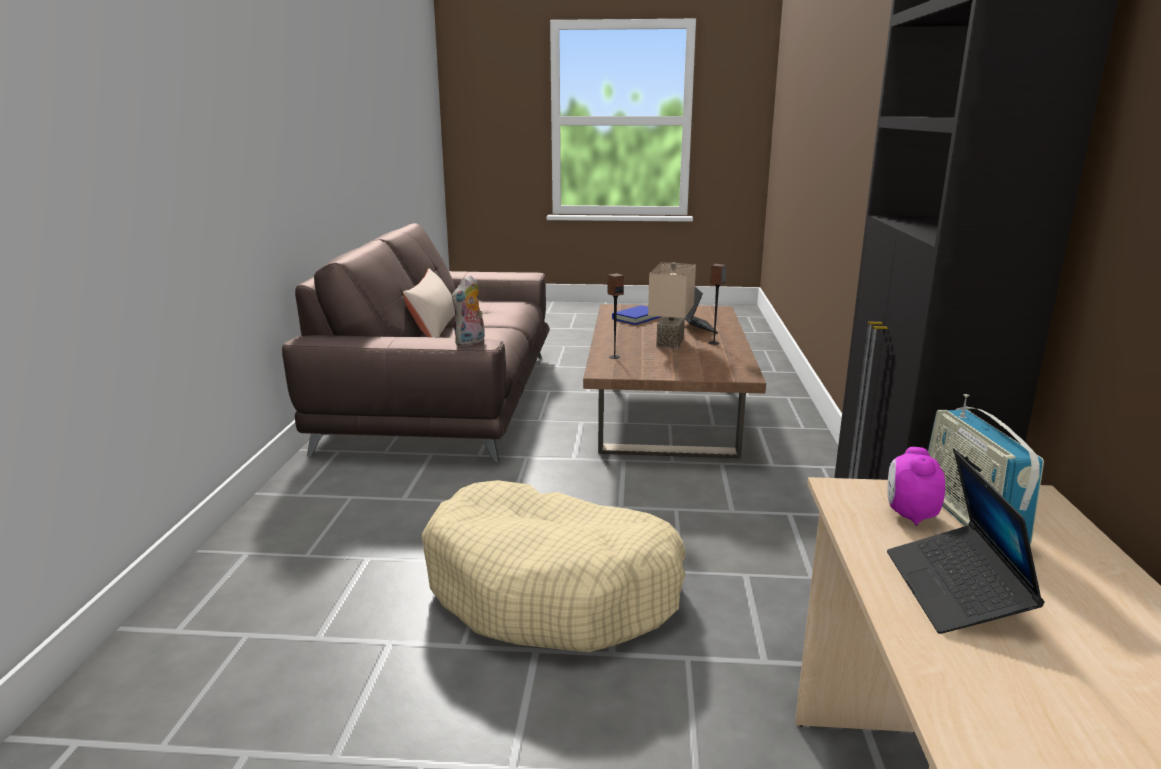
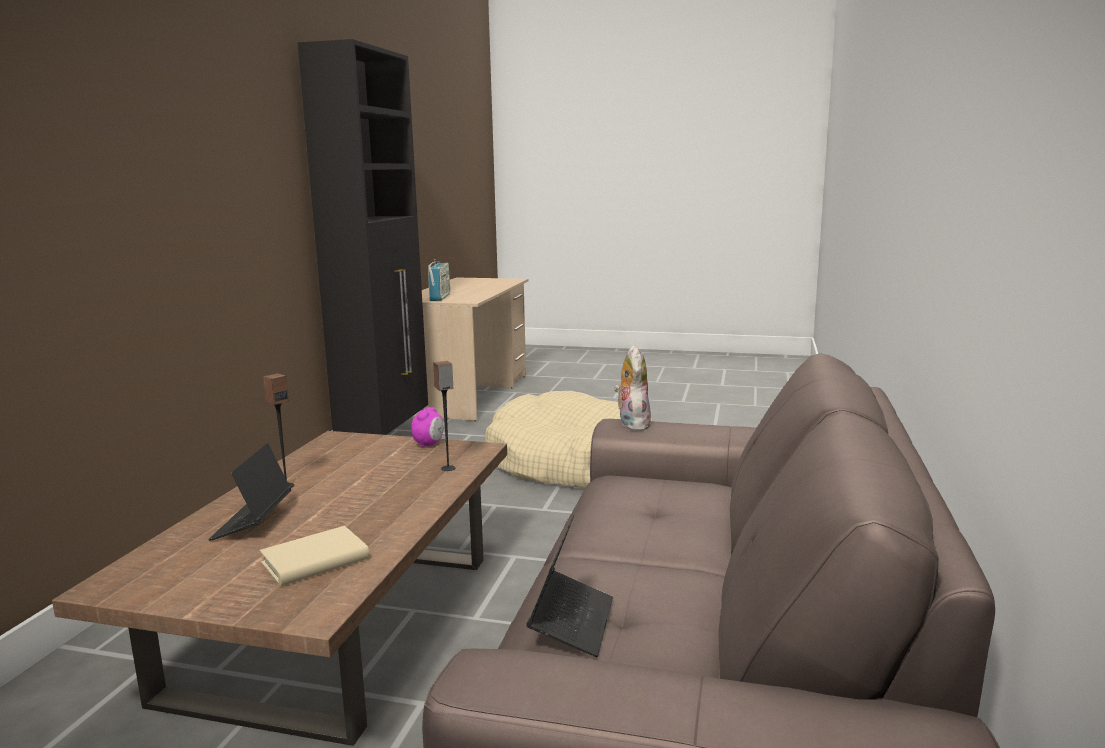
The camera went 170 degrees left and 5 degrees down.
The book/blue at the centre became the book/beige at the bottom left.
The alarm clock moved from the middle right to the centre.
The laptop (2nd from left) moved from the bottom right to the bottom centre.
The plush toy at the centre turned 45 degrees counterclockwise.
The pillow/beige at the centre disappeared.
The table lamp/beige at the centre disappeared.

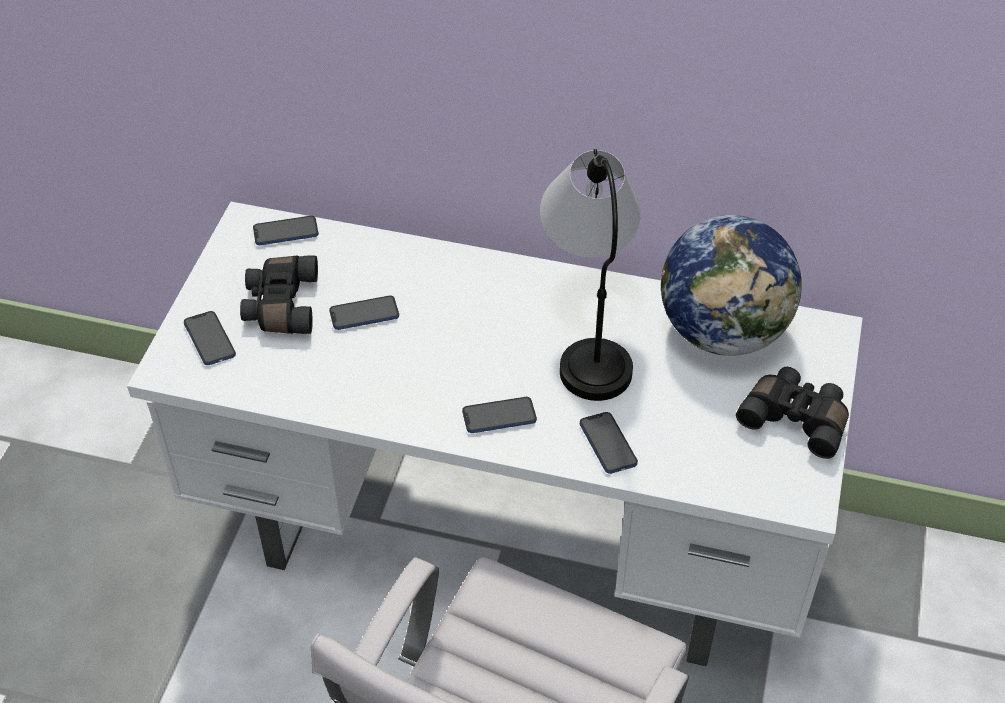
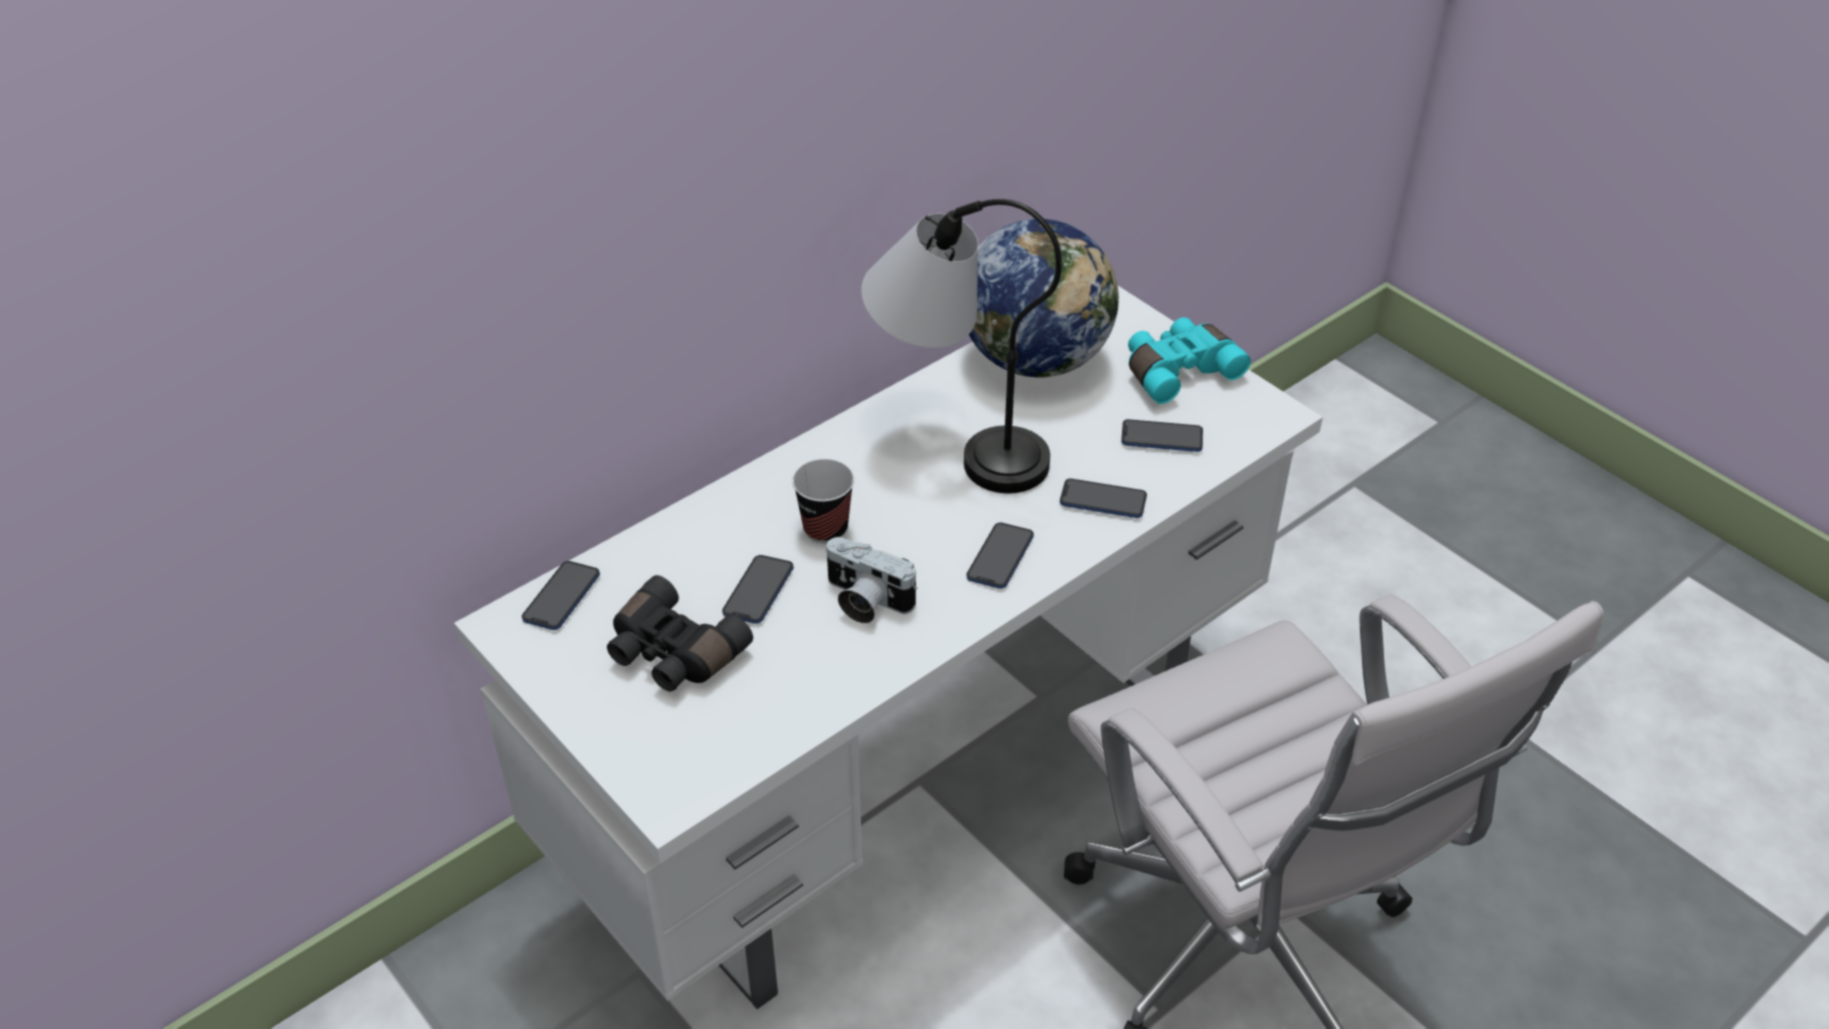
The camera went 55 degrees left and 5 degrees down.
The cup at the centre appeared.
The photo camera at the centre appeared.
The phone (1st from left in the first image) moved from the middle left to the centre.
The binoculars/black (2nd from left) at the middle right became the binoculars/turquoise at the centre.

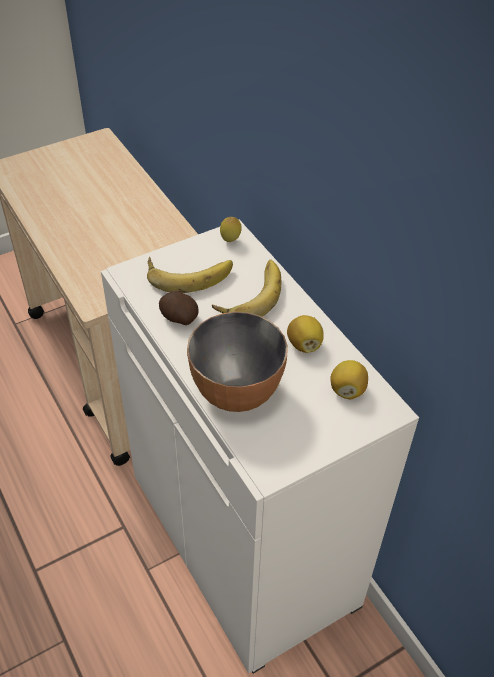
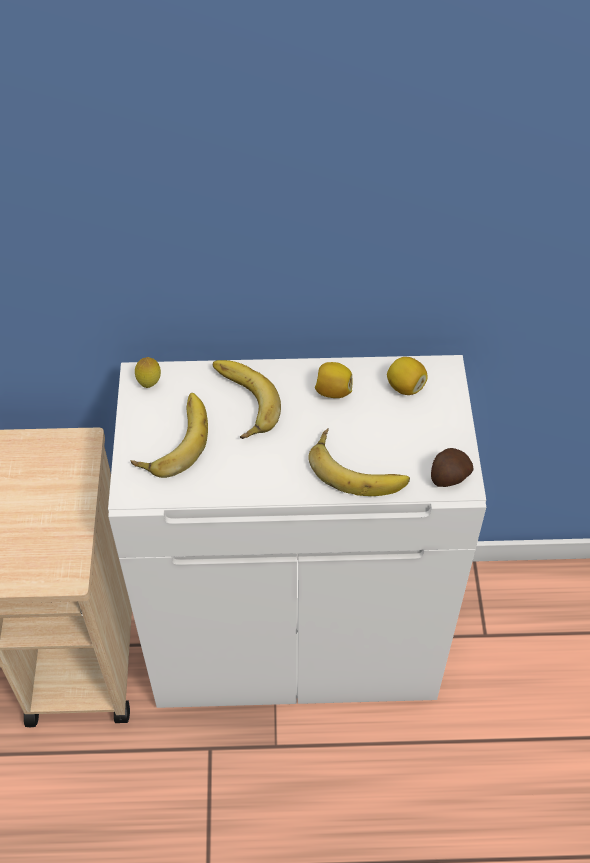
The camera went 60 degrees left and 5 degrees up.
The bowl at the centre was replaced by the banana (3rd from left) at the centre.
The potato moved from the centre to the middle right.

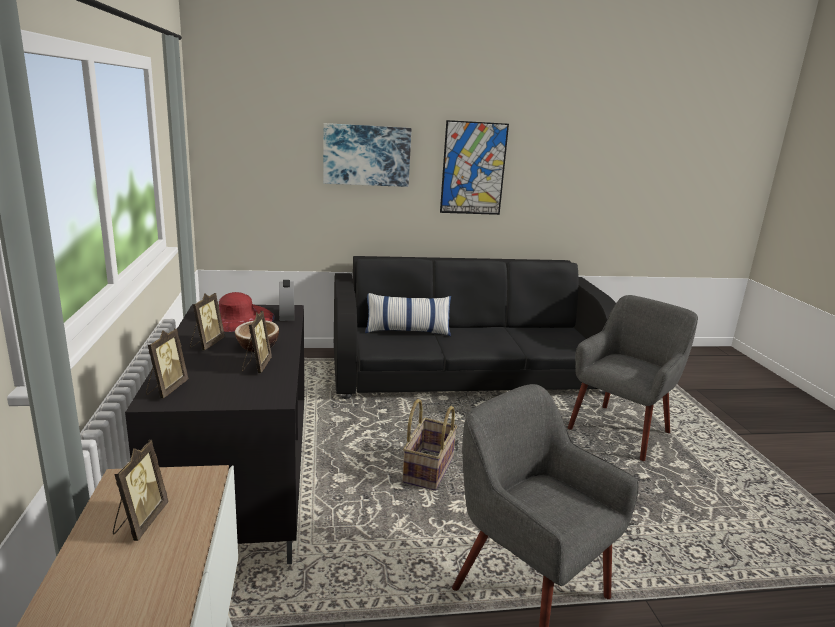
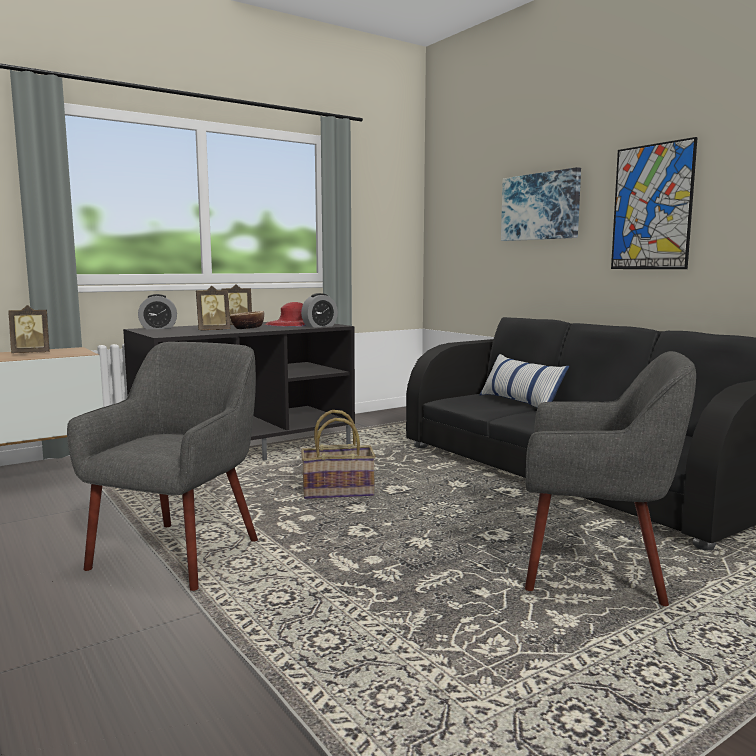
The camera went 65 degrees right and 10 degrees down.
The picture frame (2nd from left) at the middle left was replaced by the alarm clock (1st from left) at the middle left.

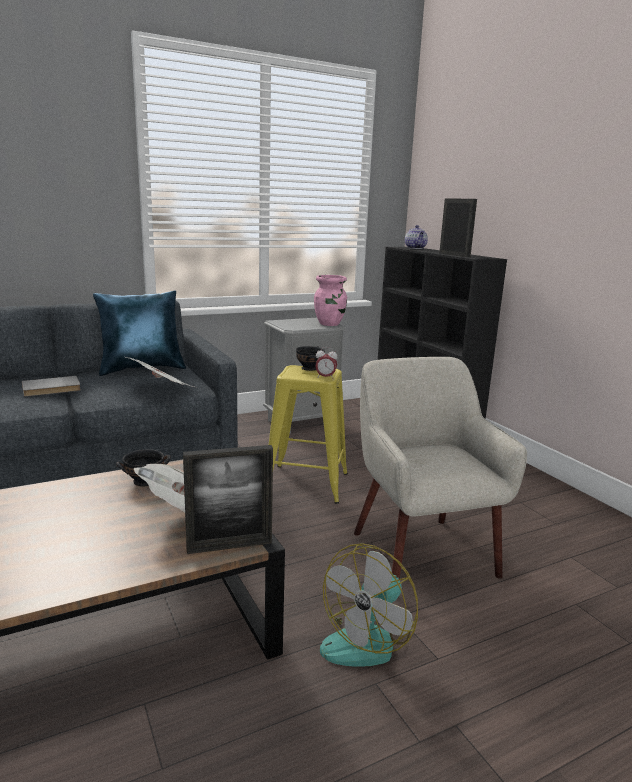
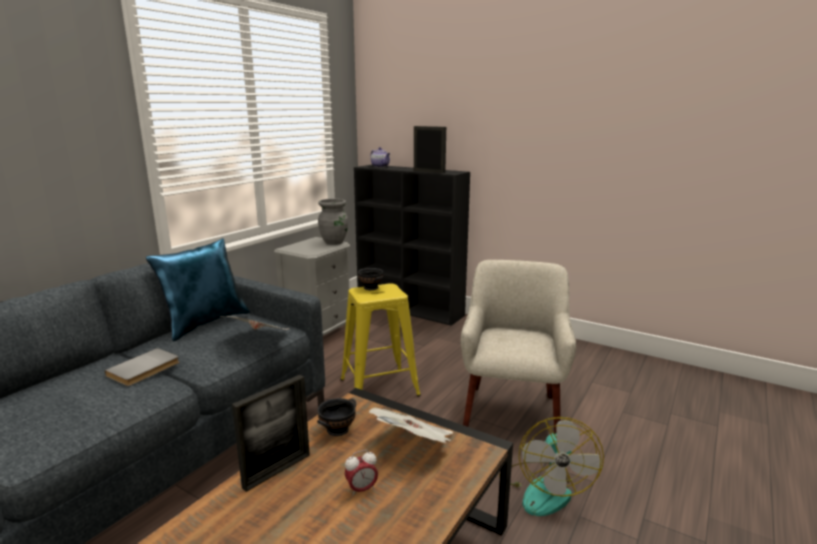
The camera went 30 degrees left and 0 degrees up.
The picture frame (1st from left) moved from the centre to the bottom left.
The vase/pink at the centre became the vase/grey at the centre.
The alarm clock moved from the centre to the bottom centre.
The armchair/beige at the middle right turned 60 degrees clockwise.

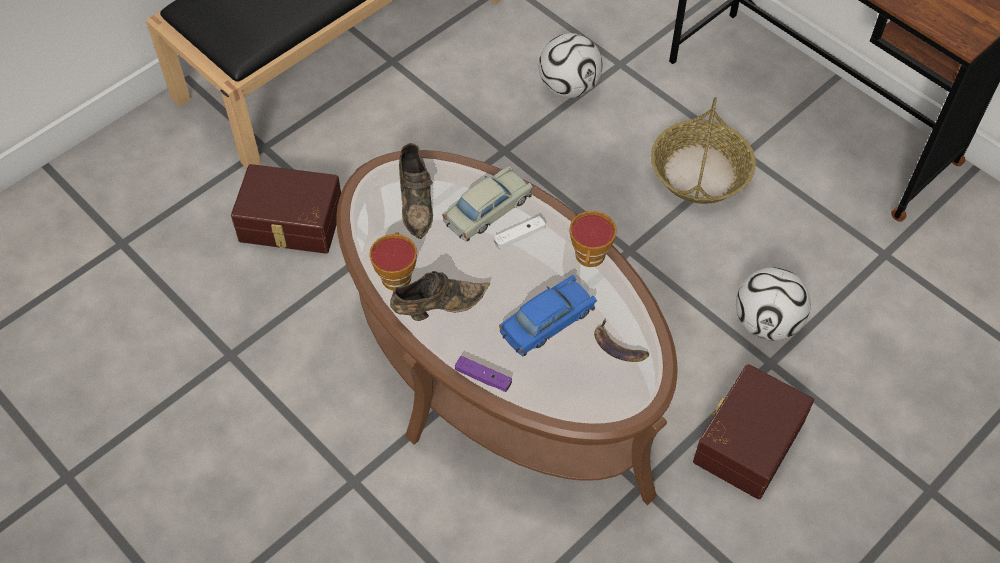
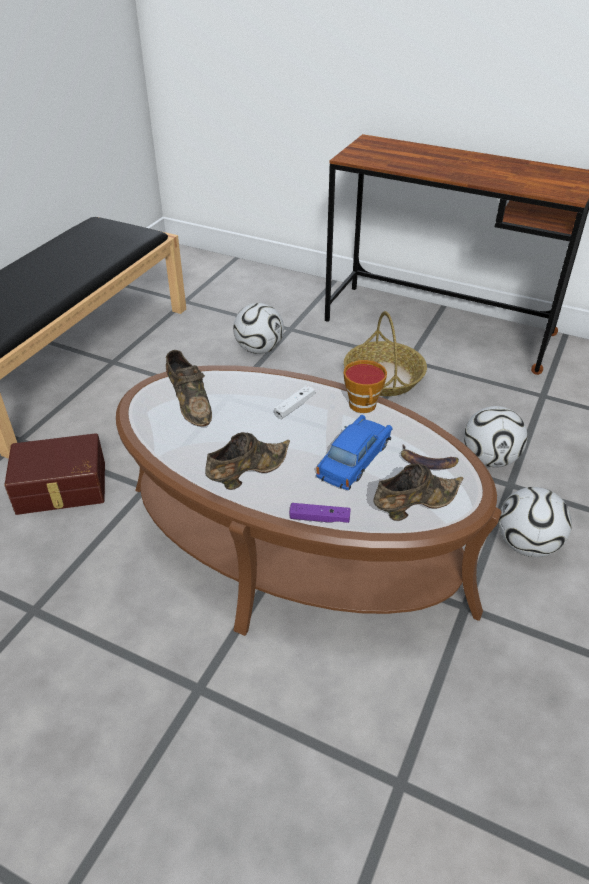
The camera went 20 degrees left and 15 degrees down.
The shoe/brown (3rd from left) at the middle right appeared.
The storage box/brown (2nd from left) at the bottom right was replaced by the football (3rd from left) at the middle right.
The cup (1st from left) at the centre disappeared.
The toy car/beige at the centre disappeared.

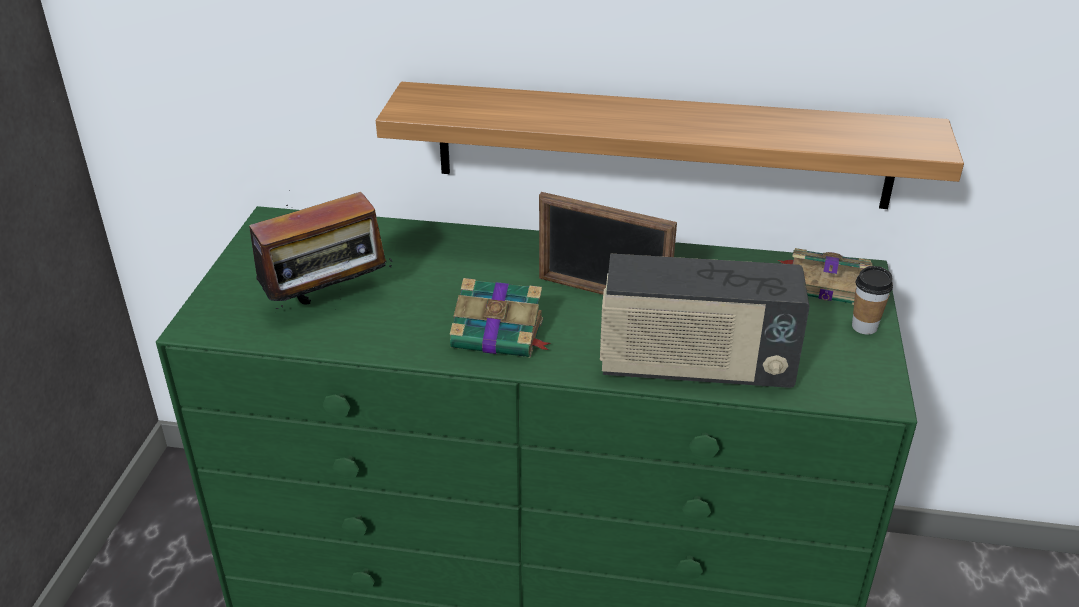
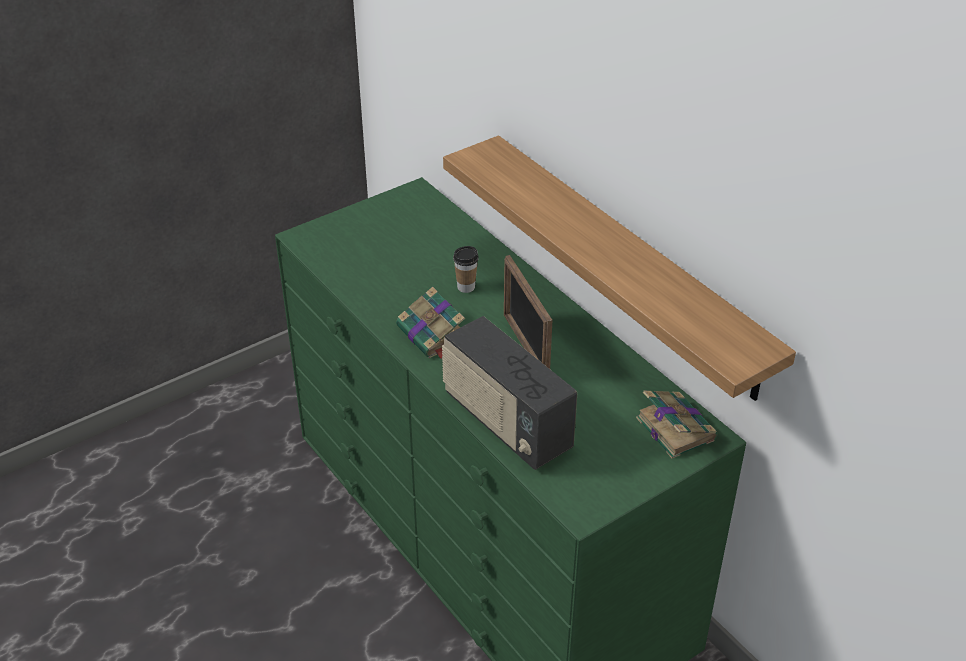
The camera went 45 degrees right and 5 degrees up.
The cup moved from the middle right to the centre.
The radio (1st from left) at the middle left disappeared.

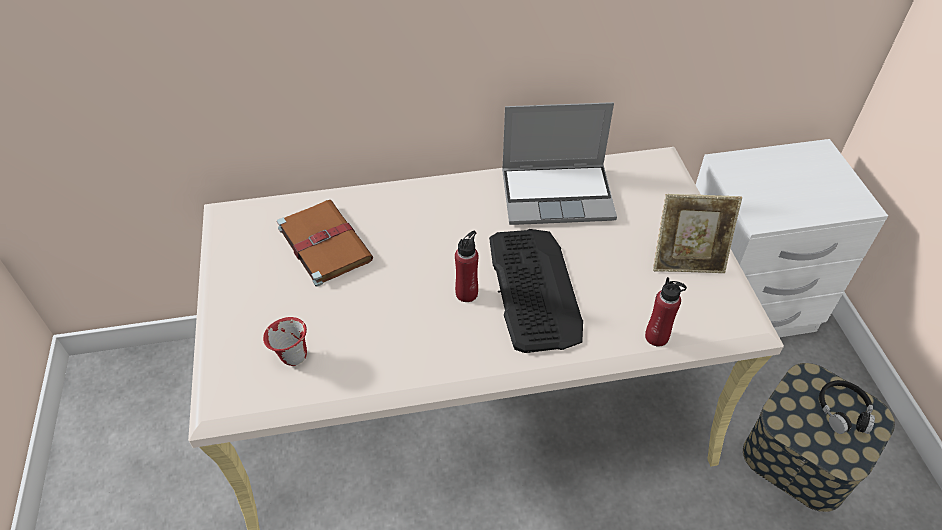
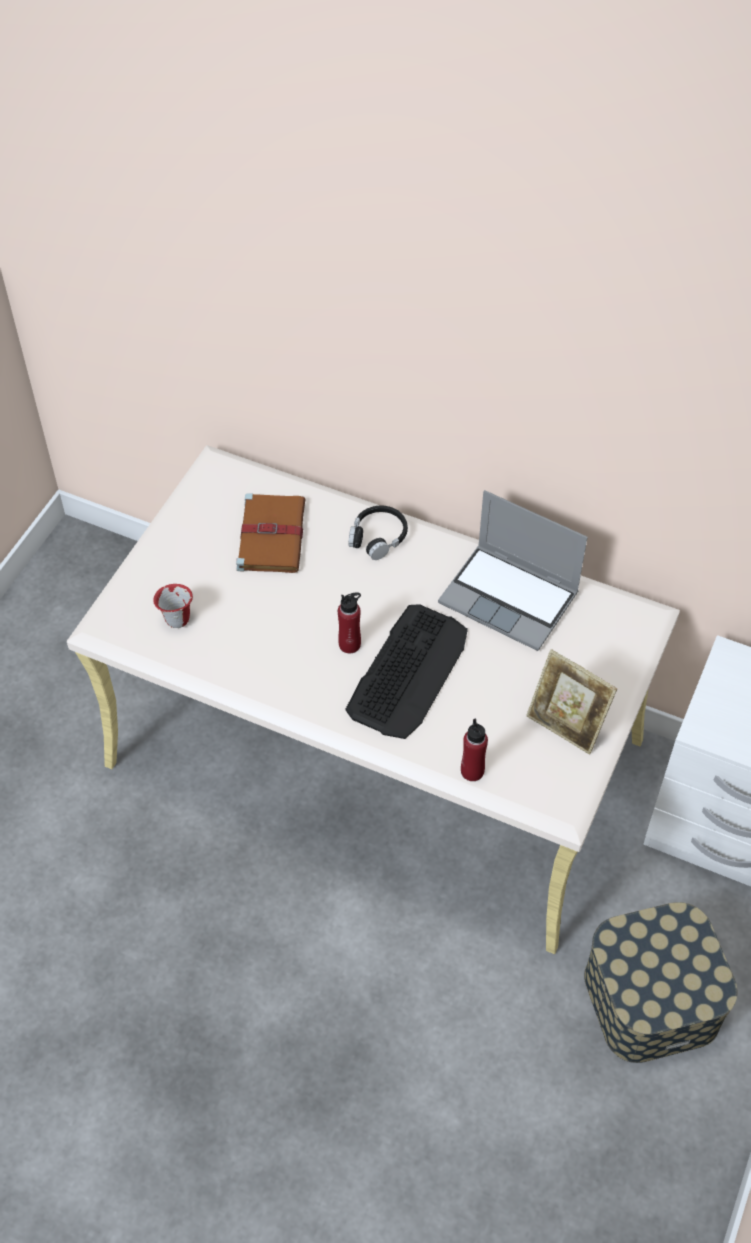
The camera went 35 degrees right and 5 degrees up.
The headphones/black moved from the bottom right to the centre.

